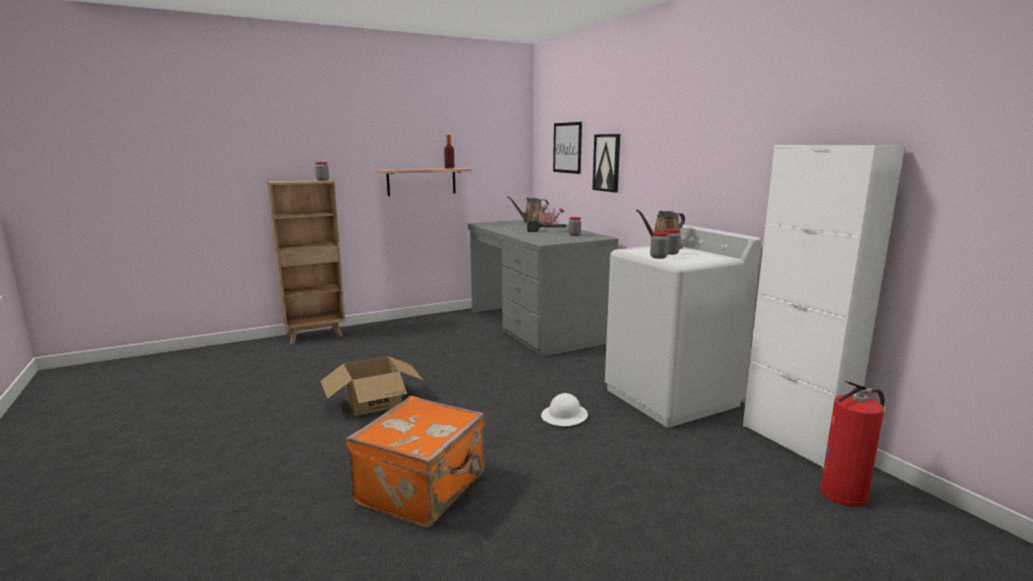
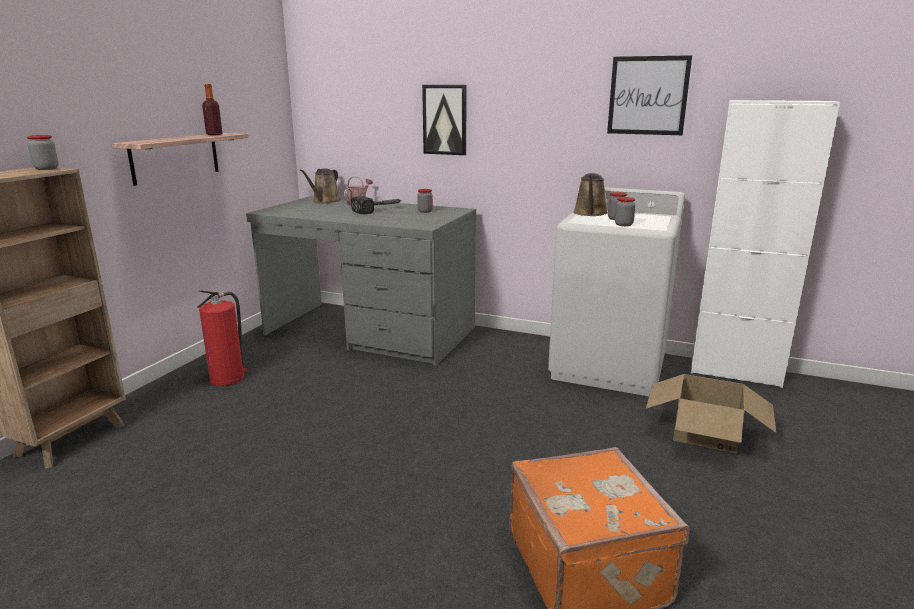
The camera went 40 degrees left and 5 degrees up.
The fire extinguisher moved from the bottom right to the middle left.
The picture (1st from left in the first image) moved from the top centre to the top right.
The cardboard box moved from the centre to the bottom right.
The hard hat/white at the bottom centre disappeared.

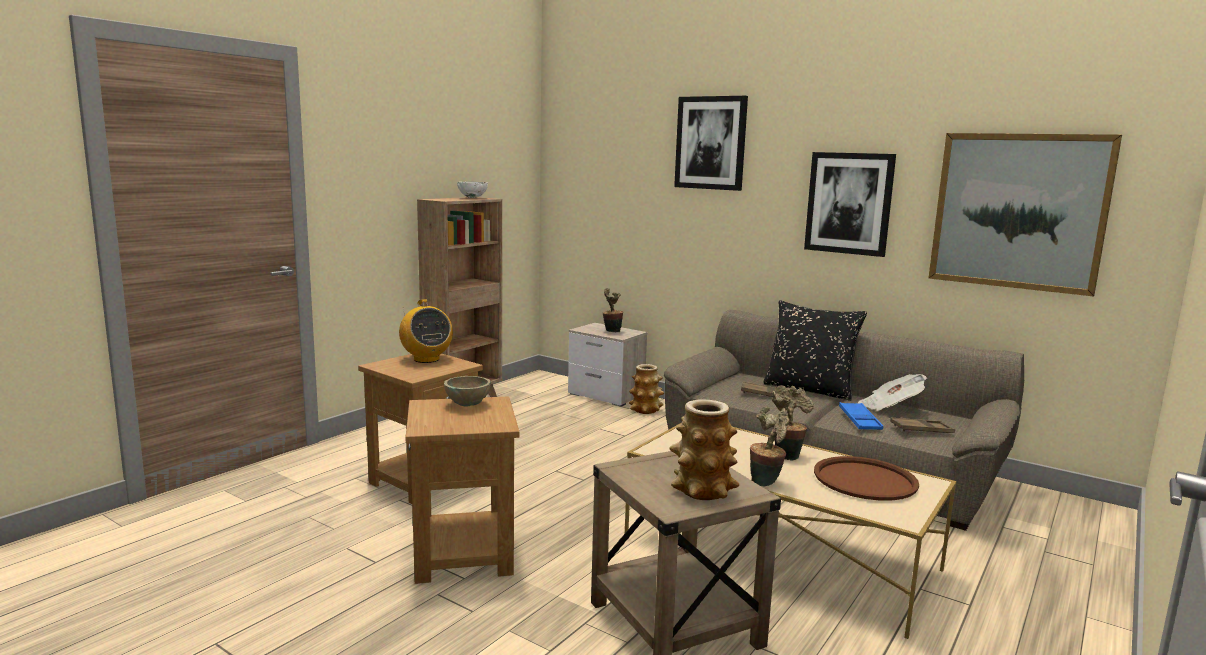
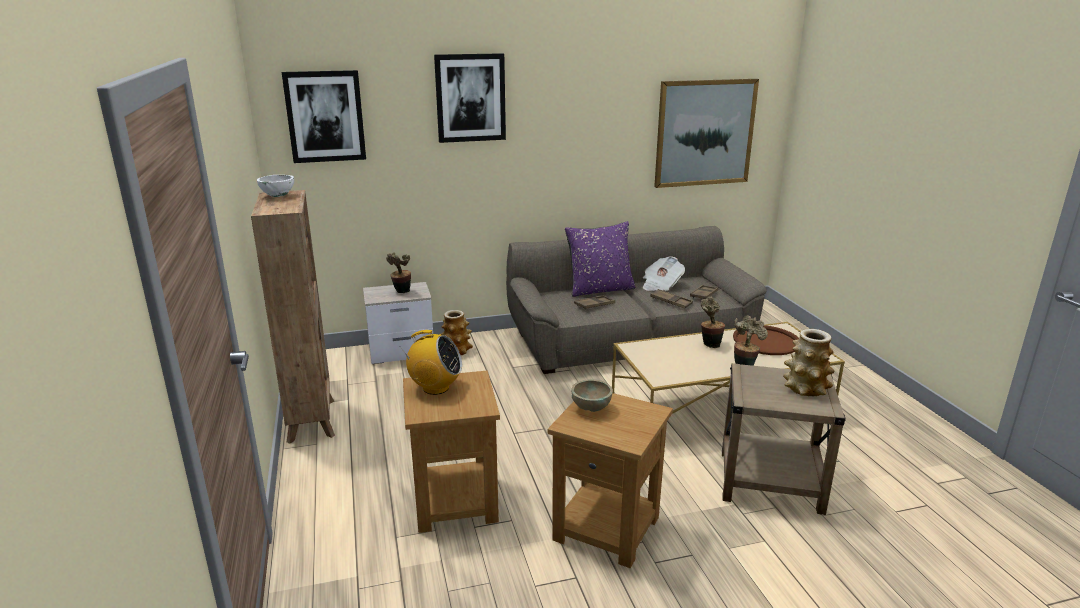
The camera went 50 degrees left and 10 degrees up.
The picture (2nd from left in the first image) moved from the top right to the top left.
The pillow/black at the middle right became the pillow/purple at the centre.
The tray/blue at the middle right became the tray/brown (2nd from left) at the centre.

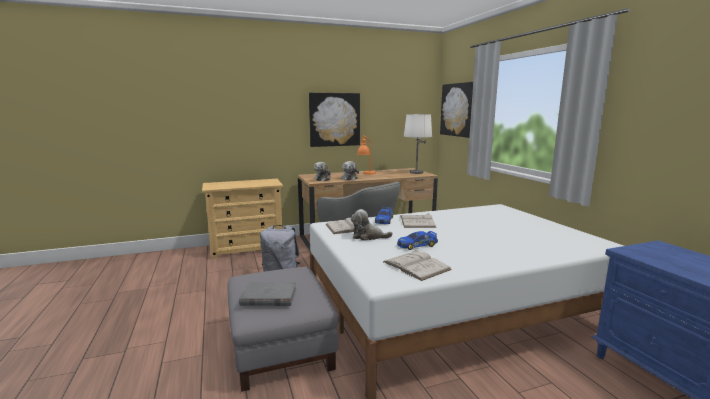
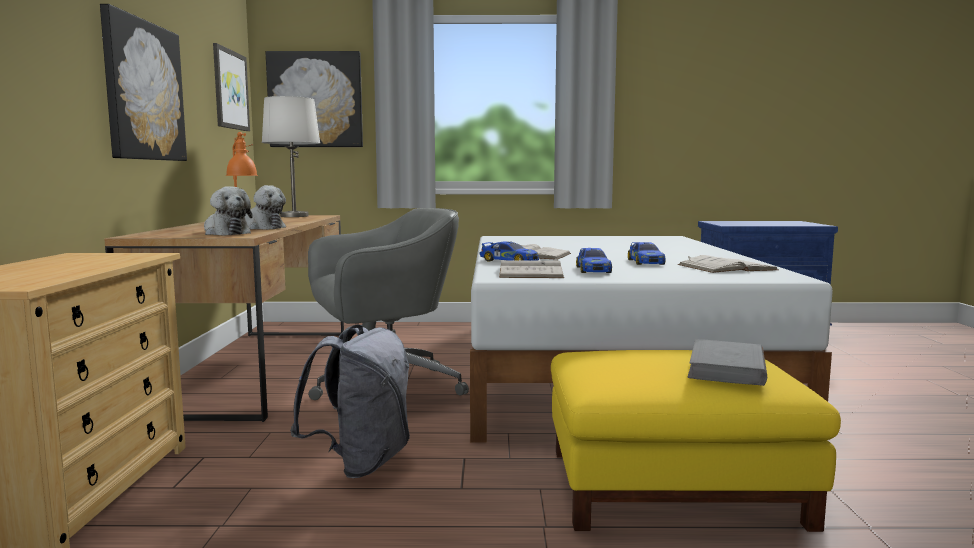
The camera went 70 degrees left and 5 degrees down.
The picture (2nd from left) at the top left appeared.
The ottoman/grey at the bottom centre became the ottoman/yellow at the bottom right.
The plush toy (3rd from left) at the centre was replaced by the toy car (2nd from left) at the centre.

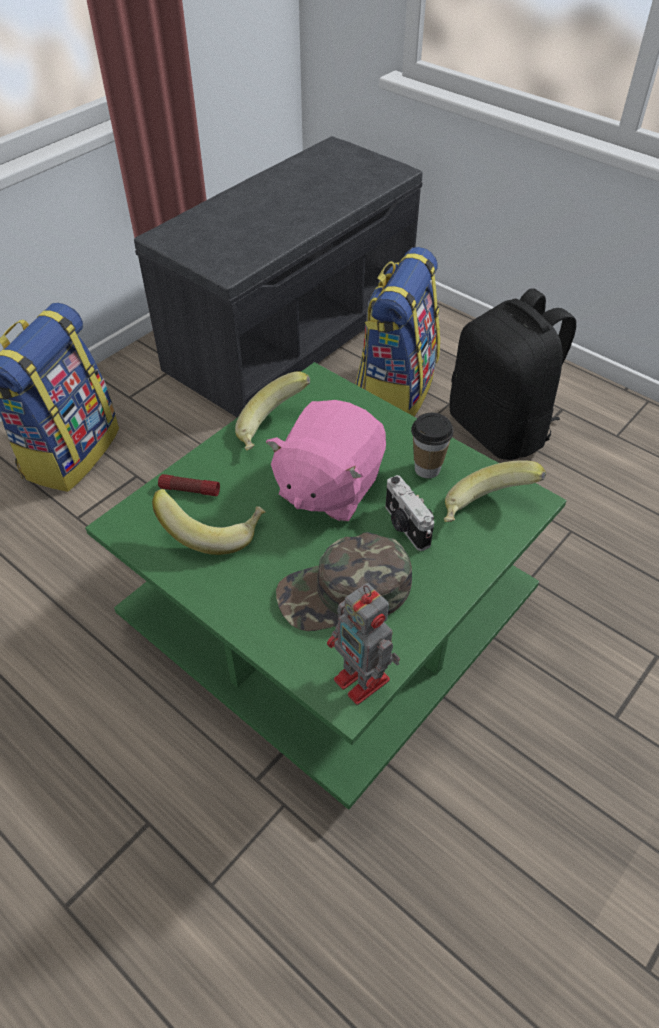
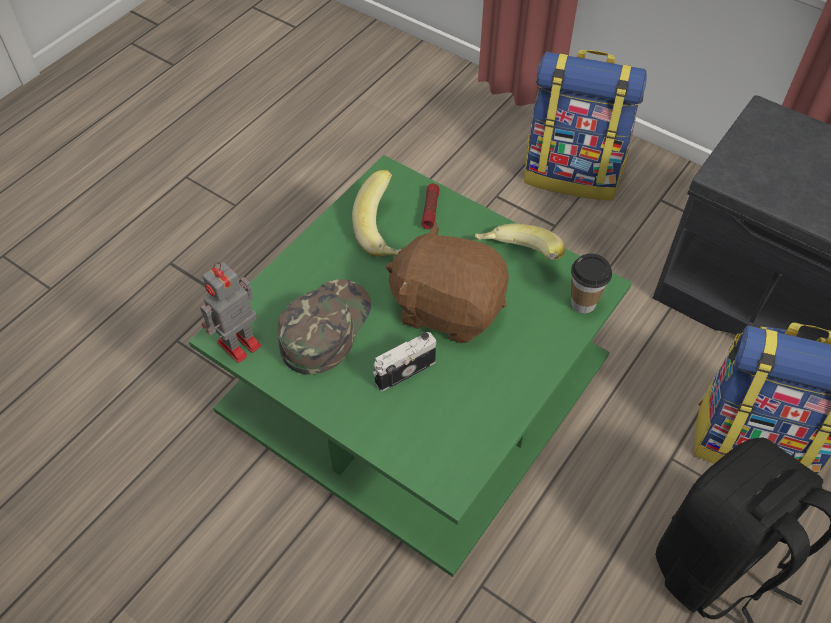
The camera went 85 degrees right and 5 degrees up.
The cap/green at the centre turned 45 degrees clockwise.
The plush toy/pink at the centre became the plush toy/brown at the centre.
The cup moved from the centre to the middle right.
The banana (3rd from left) at the middle right disappeared.

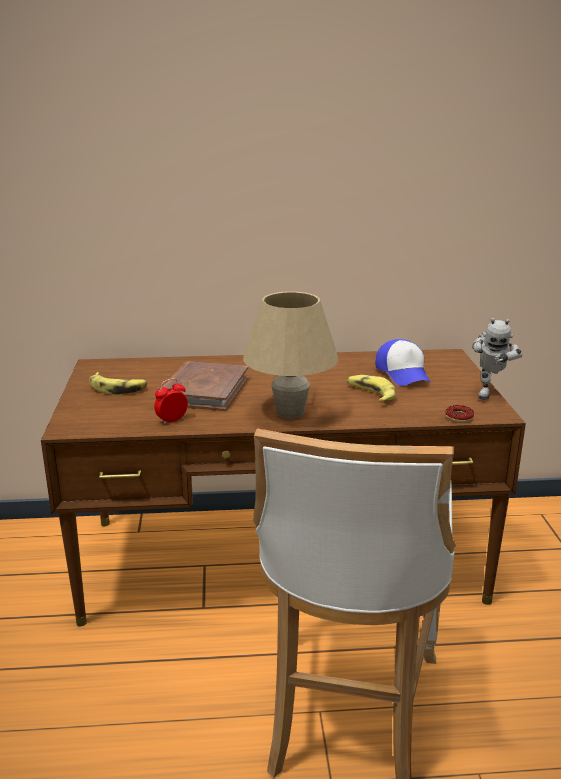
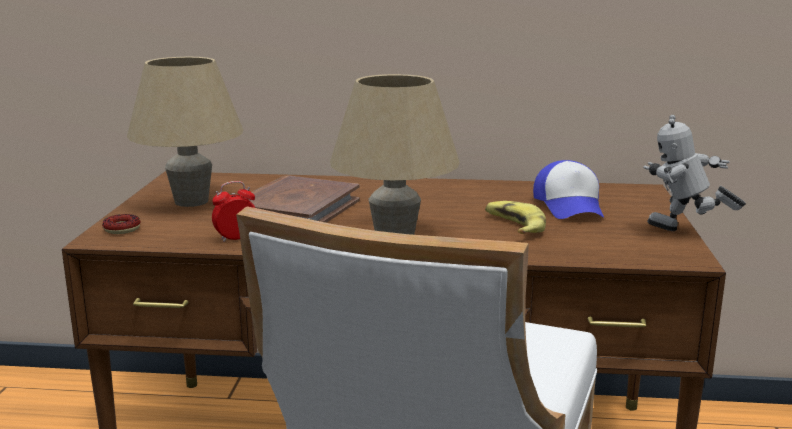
The camera went 10 degrees right and 5 degrees down.
The donut moved from the middle right to the middle left.
The banana (1st from left) at the middle left was replaced by the table lamp/beige (1st from left) at the top left.
The toy robot at the middle right turned 90 degrees clockwise.

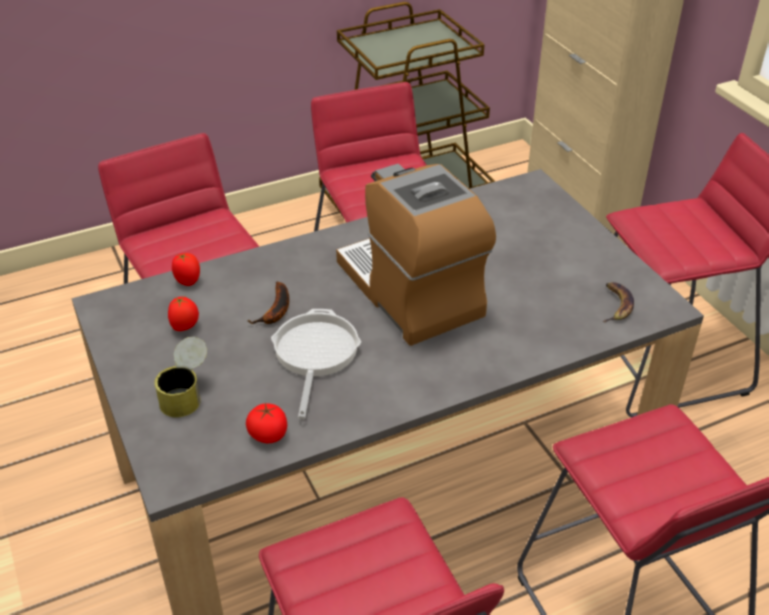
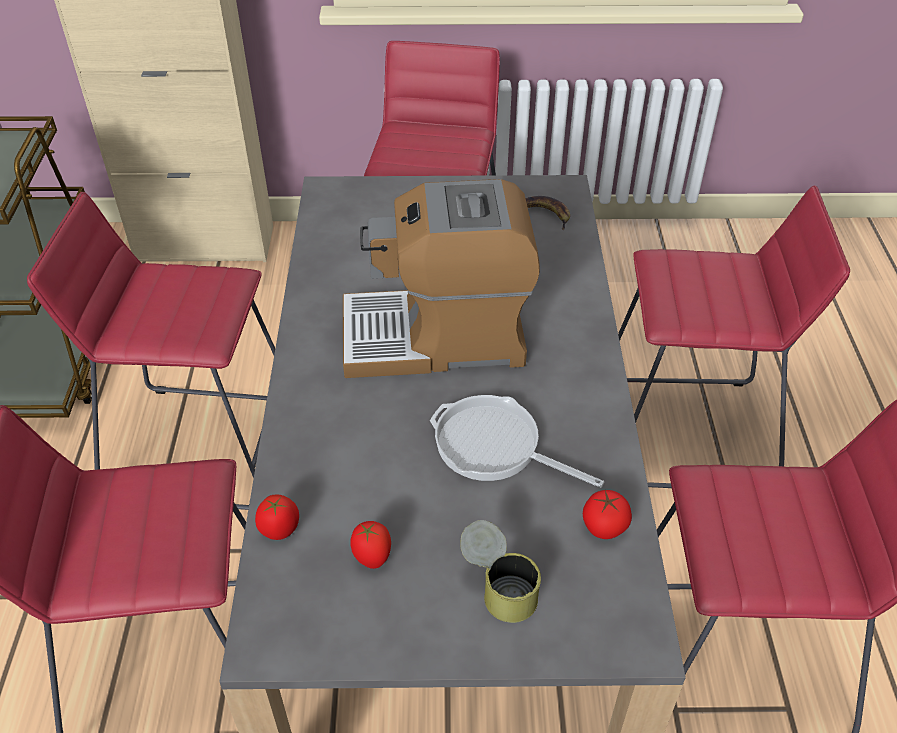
The camera went 65 degrees left and 5 degrees up.
The banana (1st from left) at the centre disappeared.

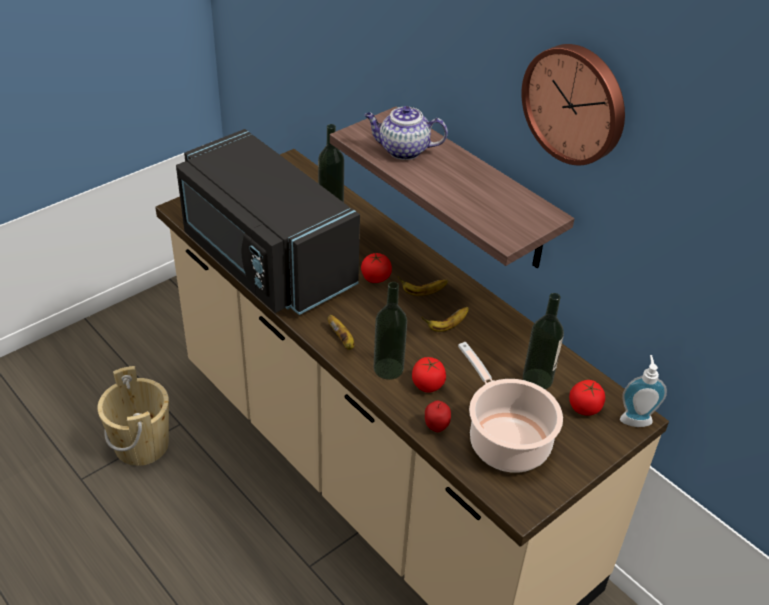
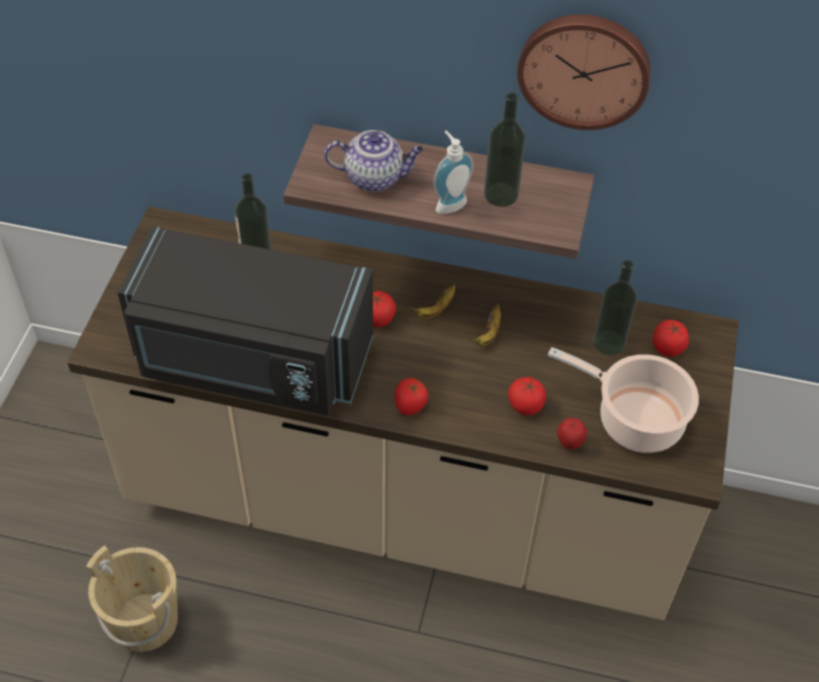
The camera went 35 degrees left and 10 degrees up.
The teapot at the top centre turned 150 degrees counterclockwise.
The banana (1st from left) at the centre was replaced by the tomato (2nd from left) at the centre.
The soap dispenser moved from the middle right to the top centre.
The bottle (2nd from left) moved from the centre to the top centre.

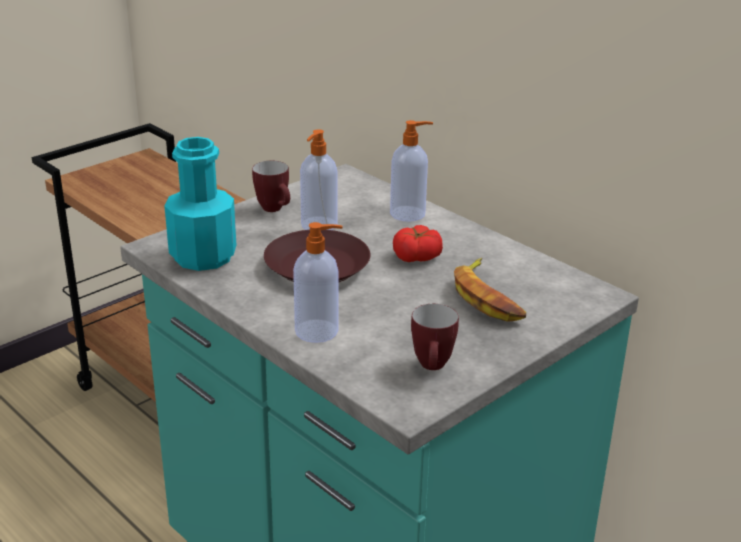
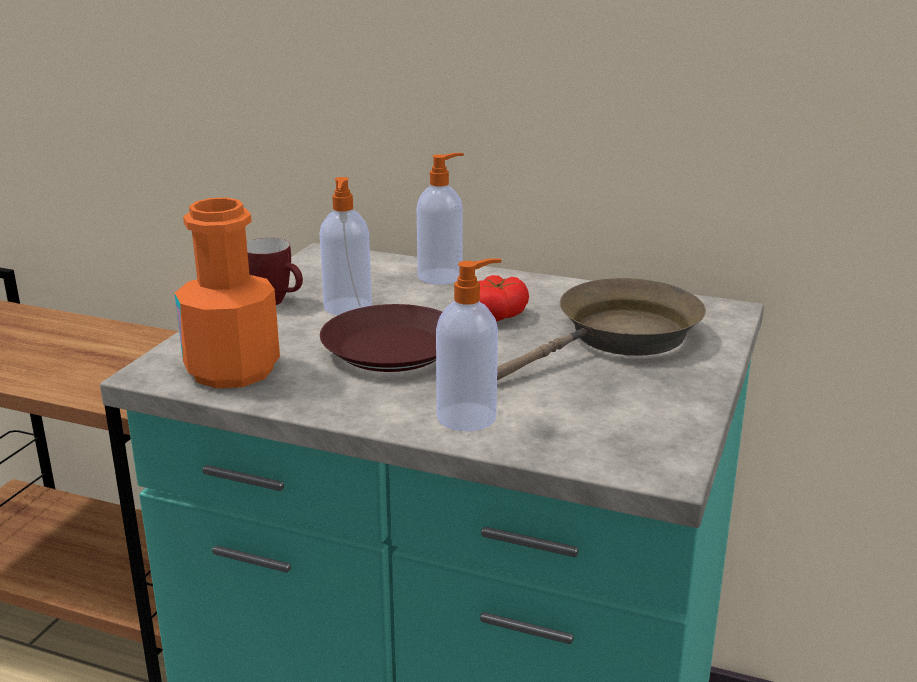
The camera went 25 degrees left and 5 degrees down.
The bottle/turquoise at the middle left became the bottle/orange at the middle left.
The banana at the centre was replaced by the frying pan/brown at the centre.
The mug (2nd from left) at the centre disappeared.

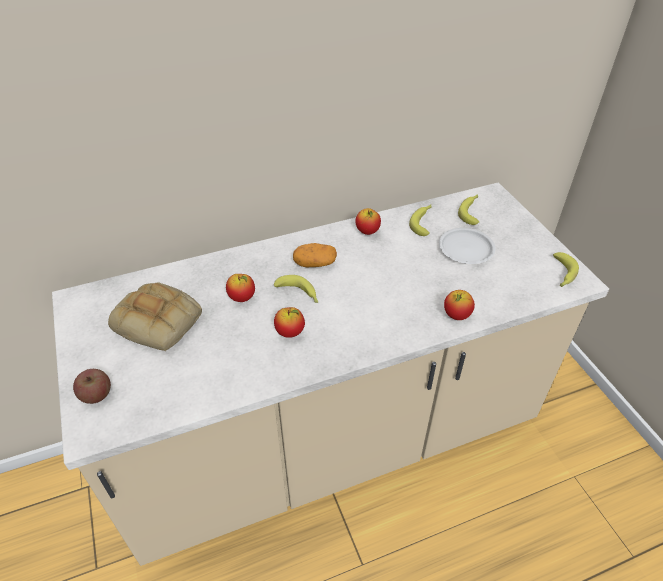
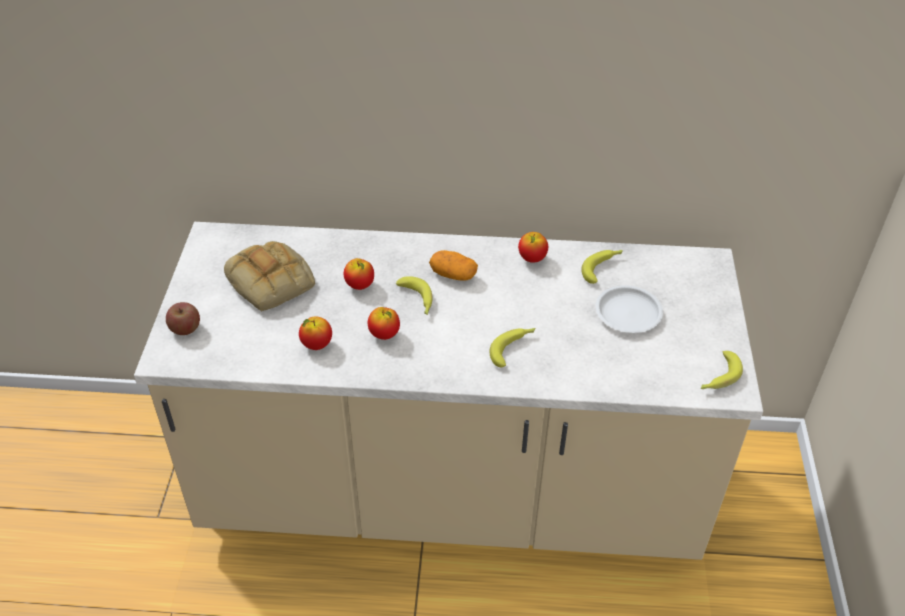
The camera went 25 degrees right and 0 degrees up.
The apple (5th from left in the first image) moved from the middle right to the centre.
The banana (3rd from left in the first image) moved from the middle right to the centre.

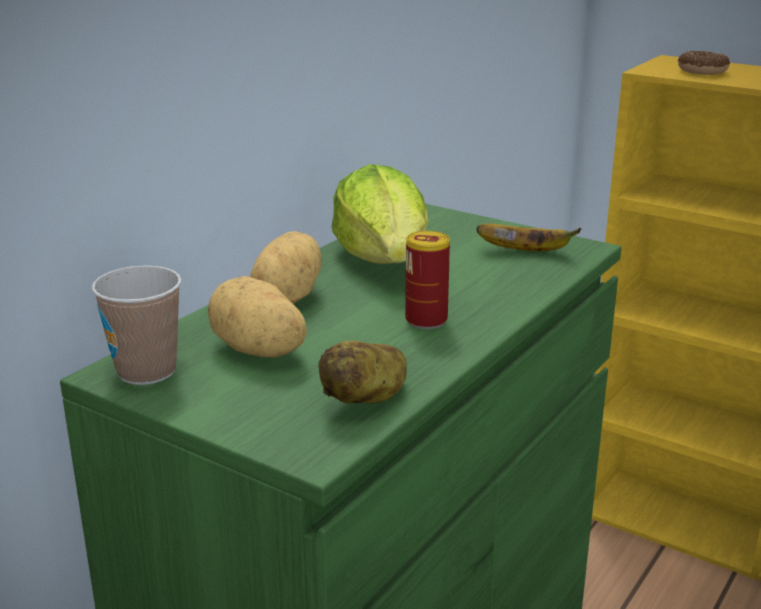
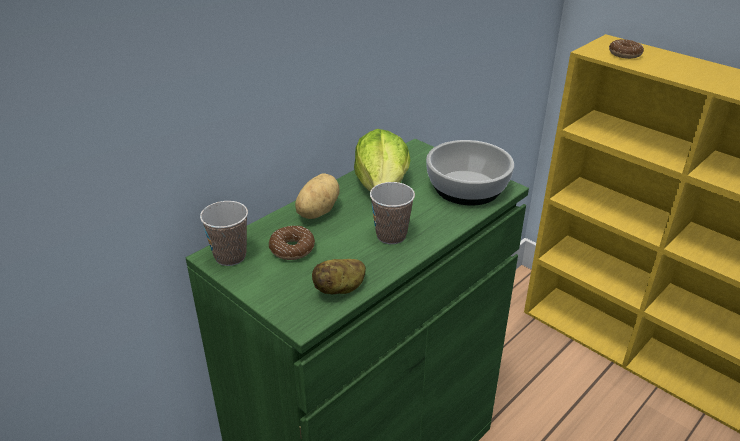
The camera went 10 degrees right and 10 degrees up.
The potato (1st from left) at the centre was replaced by the donut (1st from left) at the centre.
The can at the centre was replaced by the cup (2nd from left) at the centre.
The banana at the middle right was replaced by the bowl at the centre.

